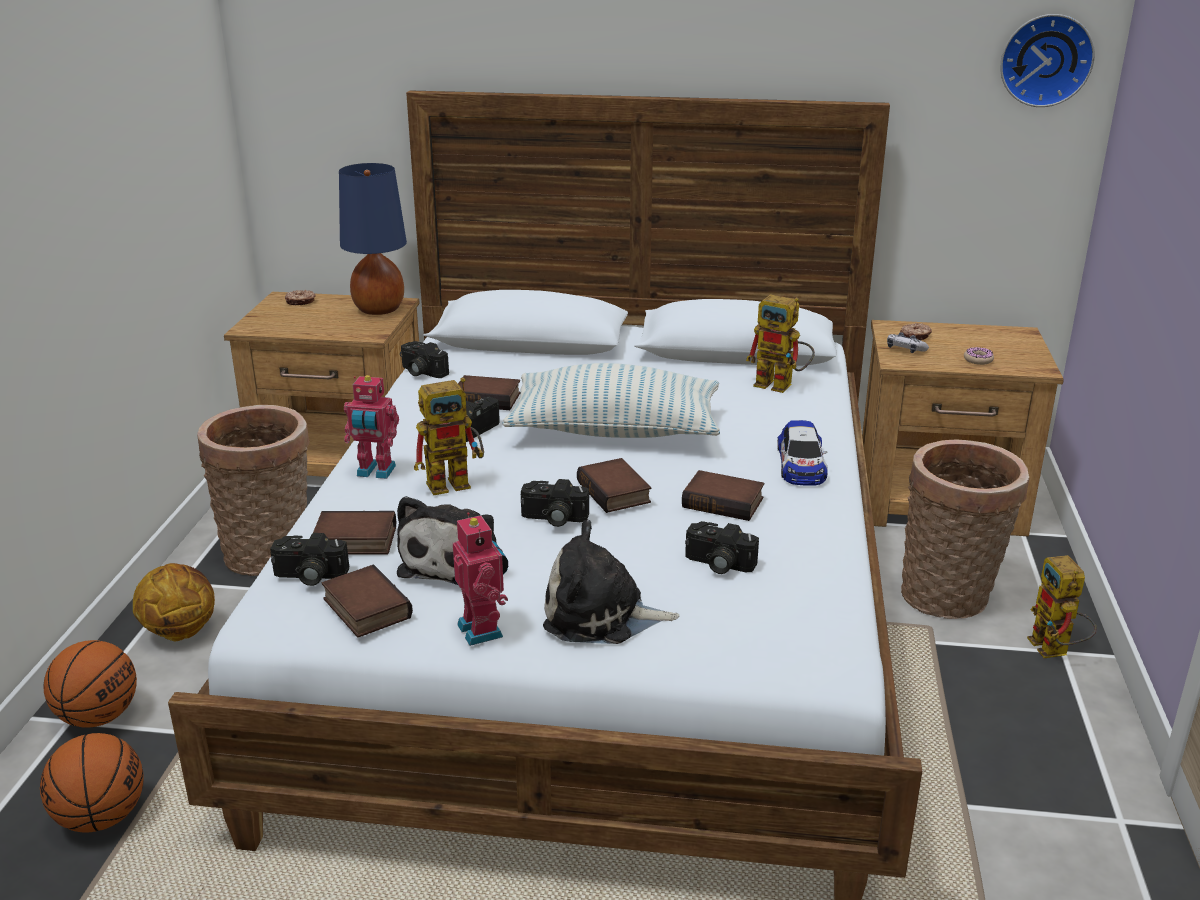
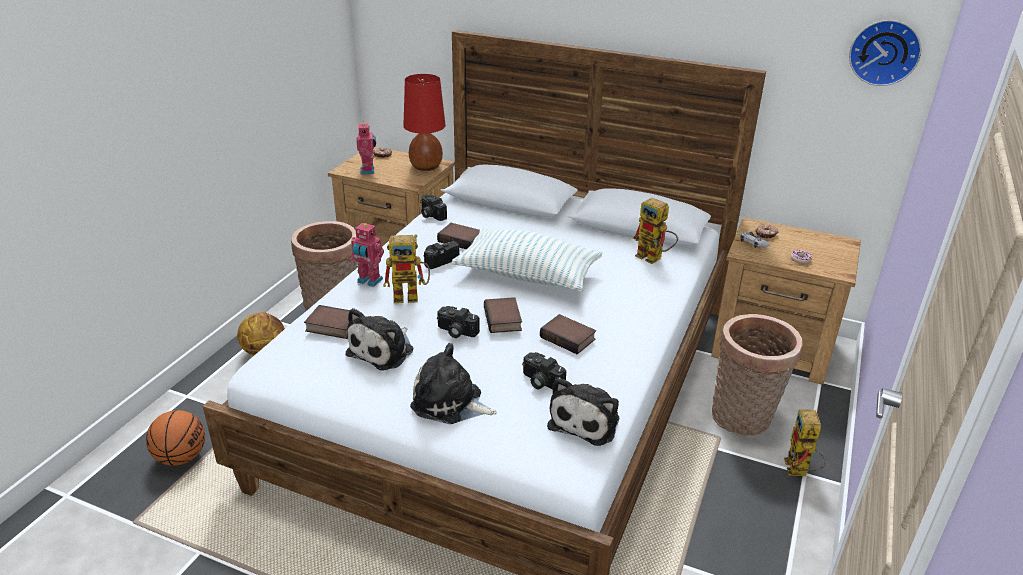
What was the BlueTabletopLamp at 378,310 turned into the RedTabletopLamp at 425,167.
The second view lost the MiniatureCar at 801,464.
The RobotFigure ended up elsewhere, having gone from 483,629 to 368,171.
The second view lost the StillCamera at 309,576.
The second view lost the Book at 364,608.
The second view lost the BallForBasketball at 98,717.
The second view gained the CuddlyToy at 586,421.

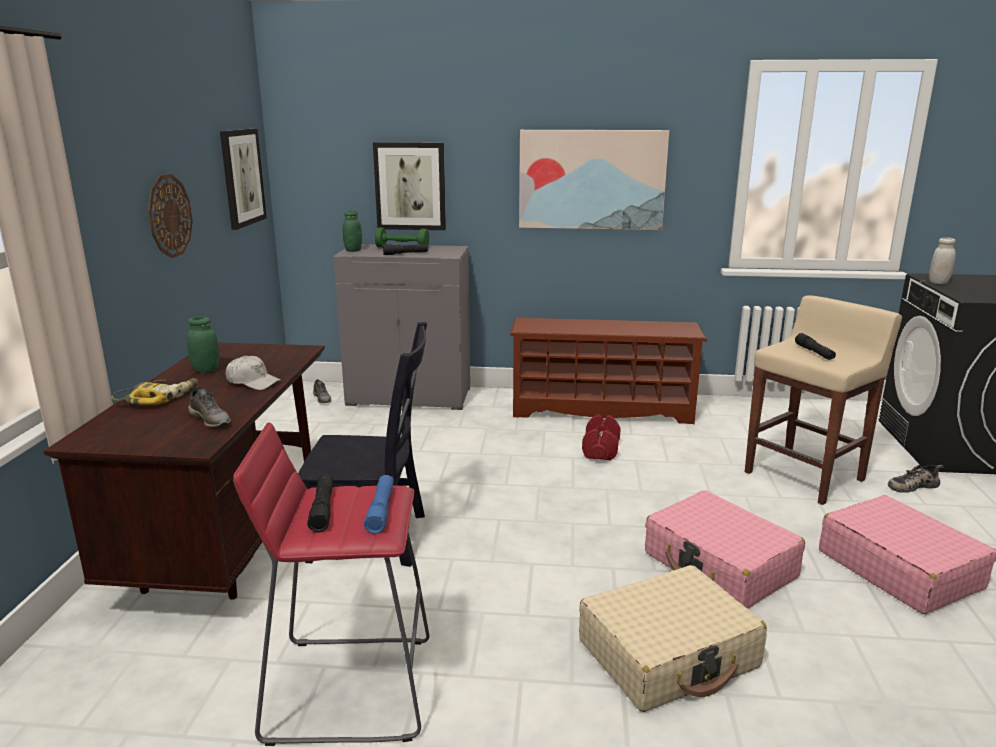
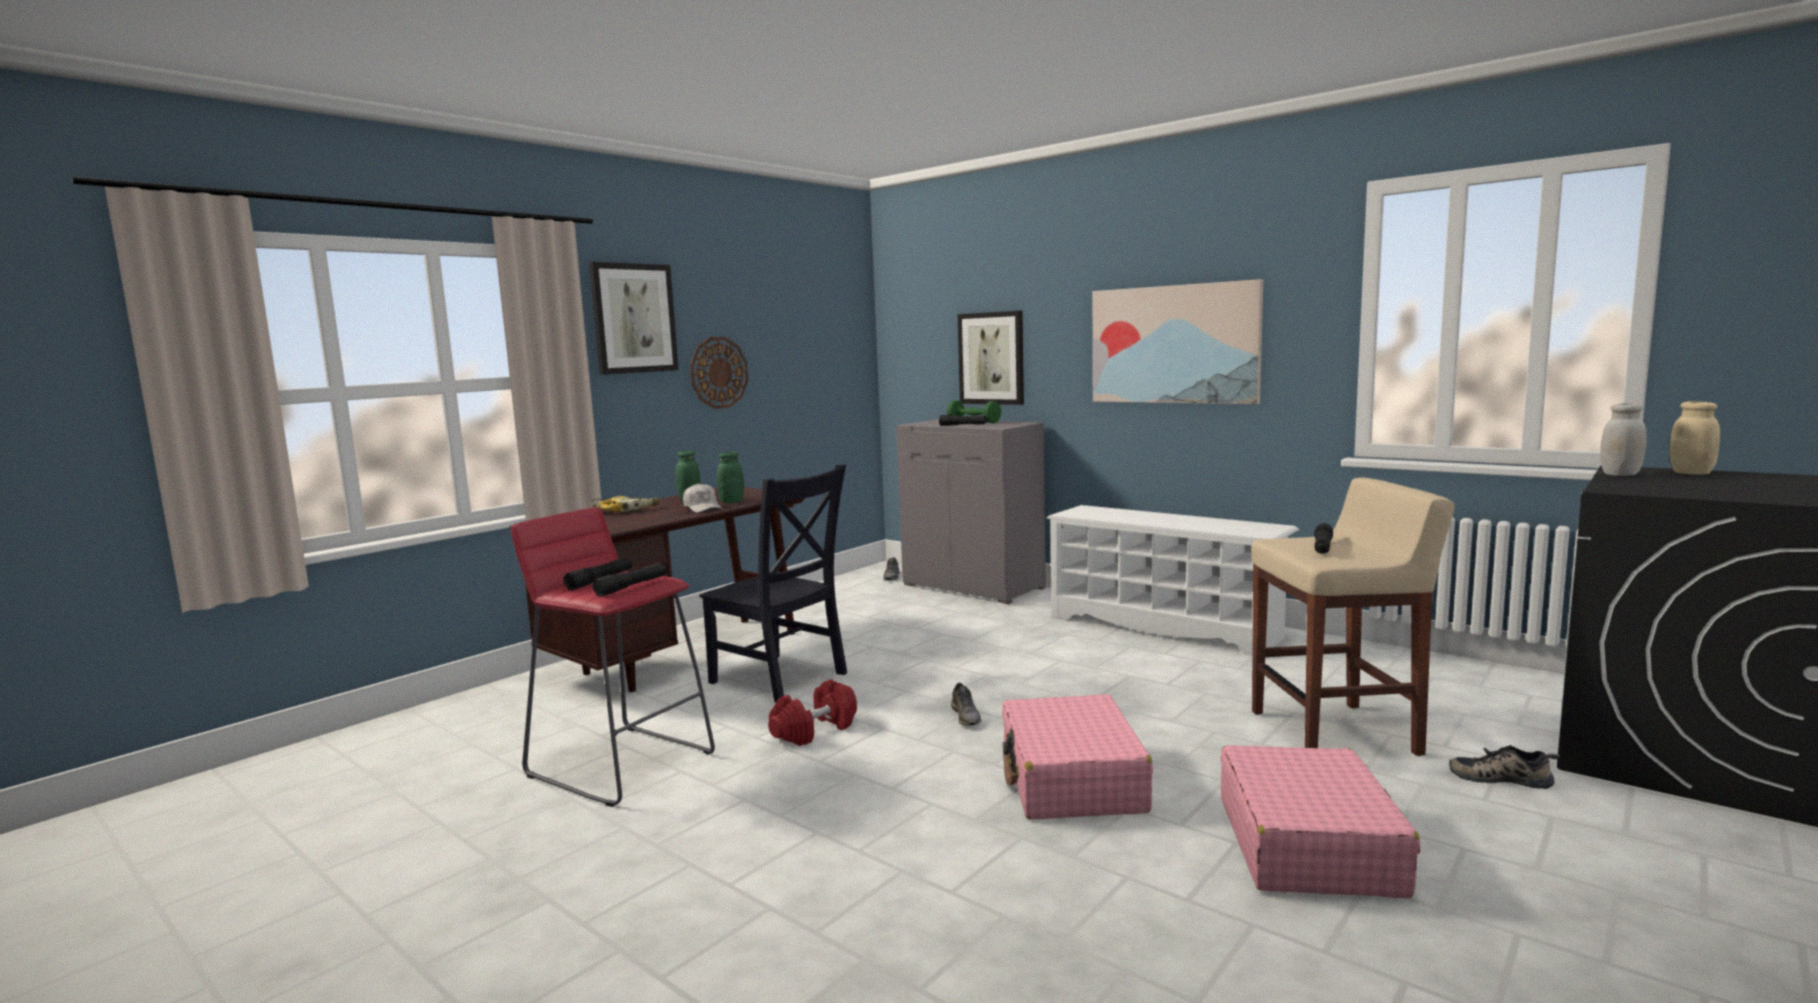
The Picture ended up elsewhere, having gone from 242,177 to 633,318.
The GreenPreserveJar ended up elsewhere, having gone from 353,250 to 731,502.
What was the BrownColouredShoeStand at 602,410 turned into the WhiteColouredShoeStand at 1165,627.
The GrayShoe ended up elsewhere, having gone from 211,419 to 966,716.
The RedHandWeight ended up elsewhere, having gone from 601,450 to 814,731.
What was the BlueHandTorch at 381,510 turned into the BlackishHandTorch at 631,586.
The second view lost the SandColouredSuitcase at 668,654.
The second view gained the SandColouredPreserveJar at 1691,473.

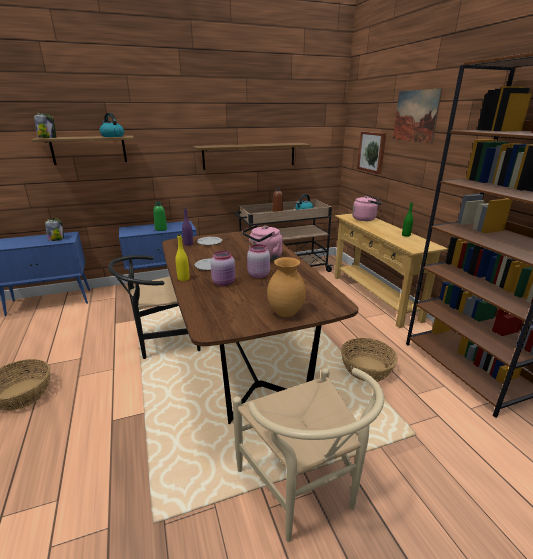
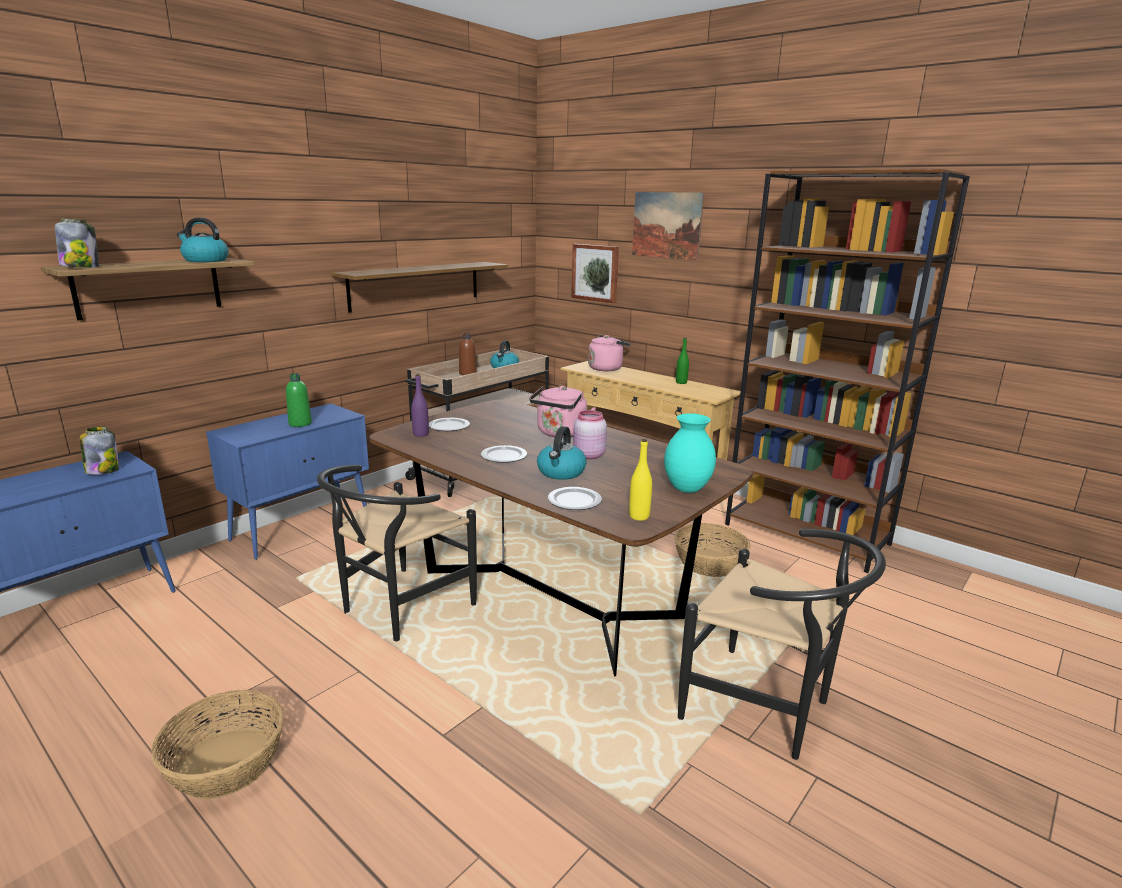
The YellowBottle ended up elsewhere, having gone from 183,279 to 639,516.
Where the PinkishPreserveJar stood at 224,283, the Kettle came to stand at 561,472.
What was the BrownColouredDecorativeVase at 285,313 turned into the BlueGreenDecorativeVase at 687,489.
What was the SandColouredChair at 304,492 turned into the BlackishChair at 767,709.
The second view gained the Plate at 574,501.

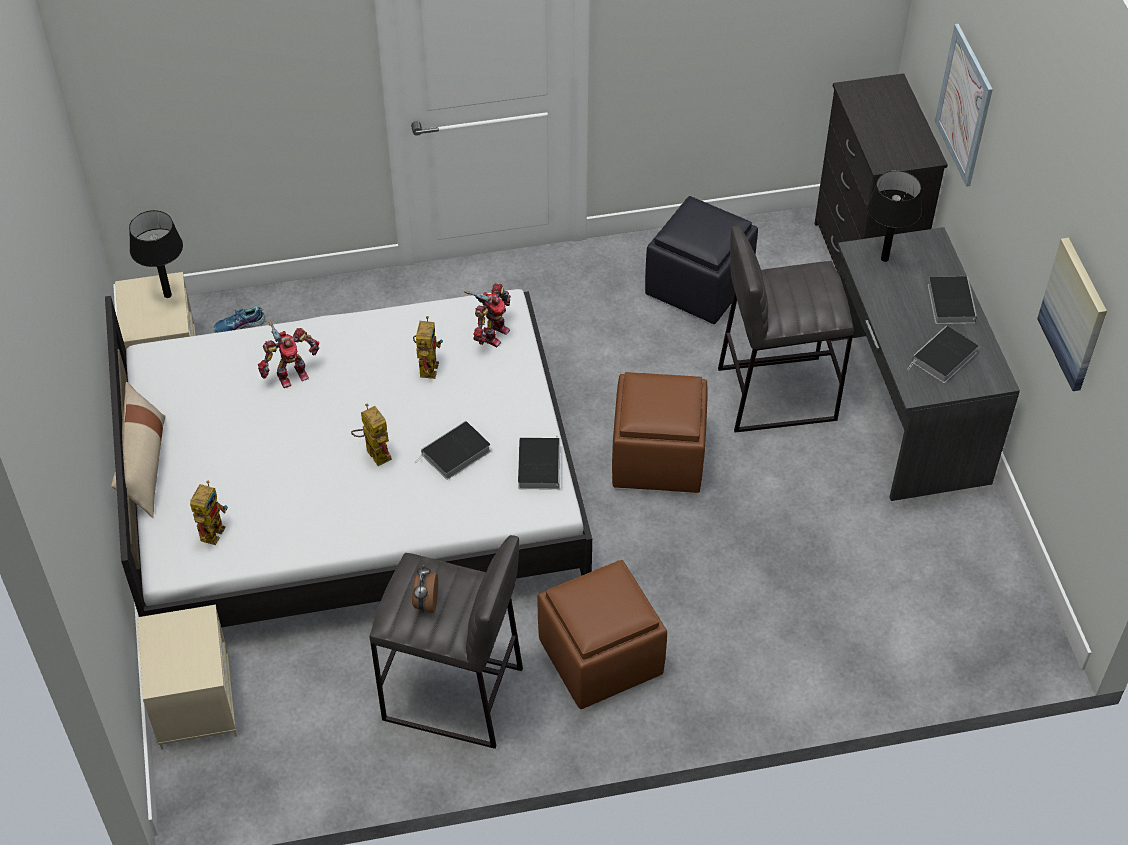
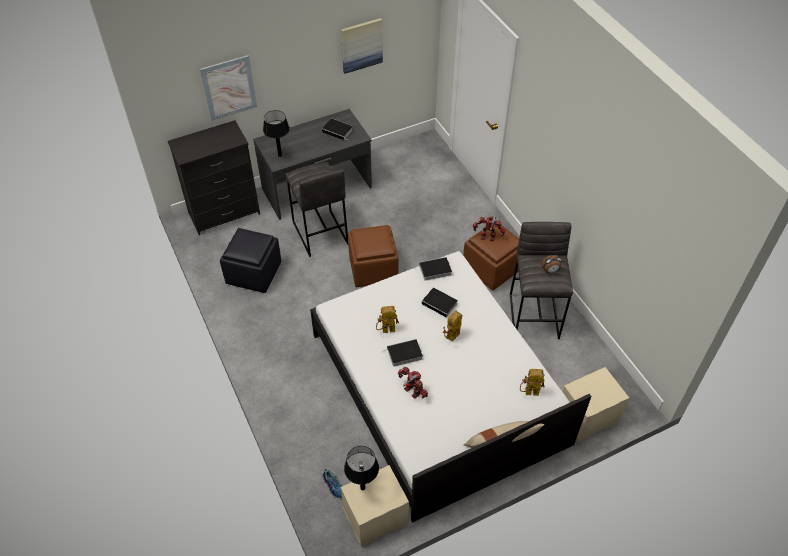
The Book ended up elsewhere, having gone from 950,302 to 403,354.
The RobotFigure ended up elsewhere, having gone from 492,334 to 488,237.

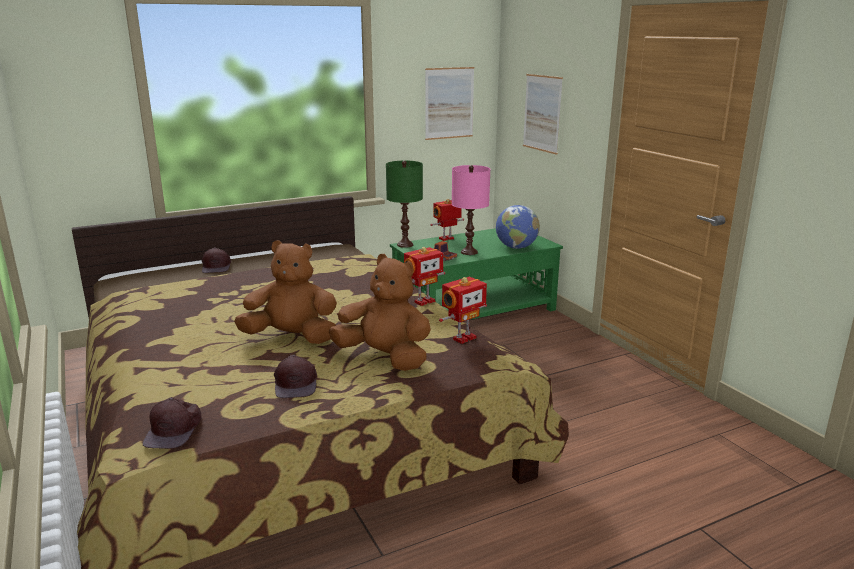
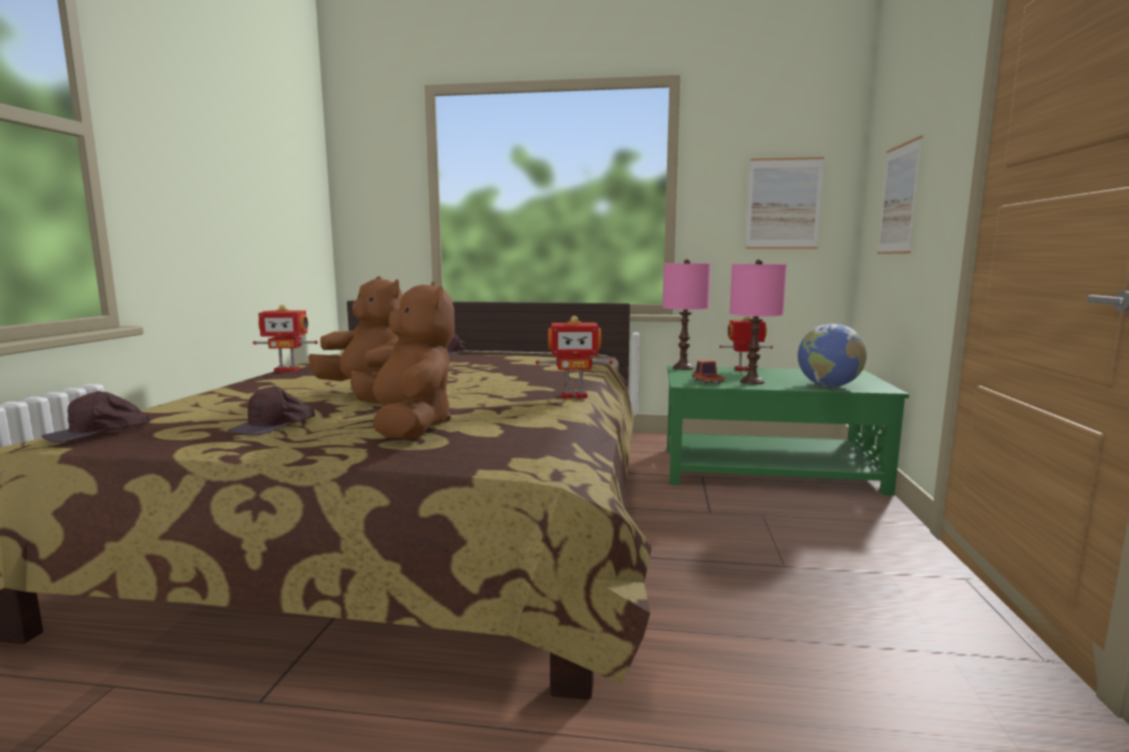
What was the GreenTabletopLamp at 405,245 turned into the PinkishTabletopLamp at 683,368.
The RobotFigure ended up elsewhere, having gone from 463,338 to 287,370.

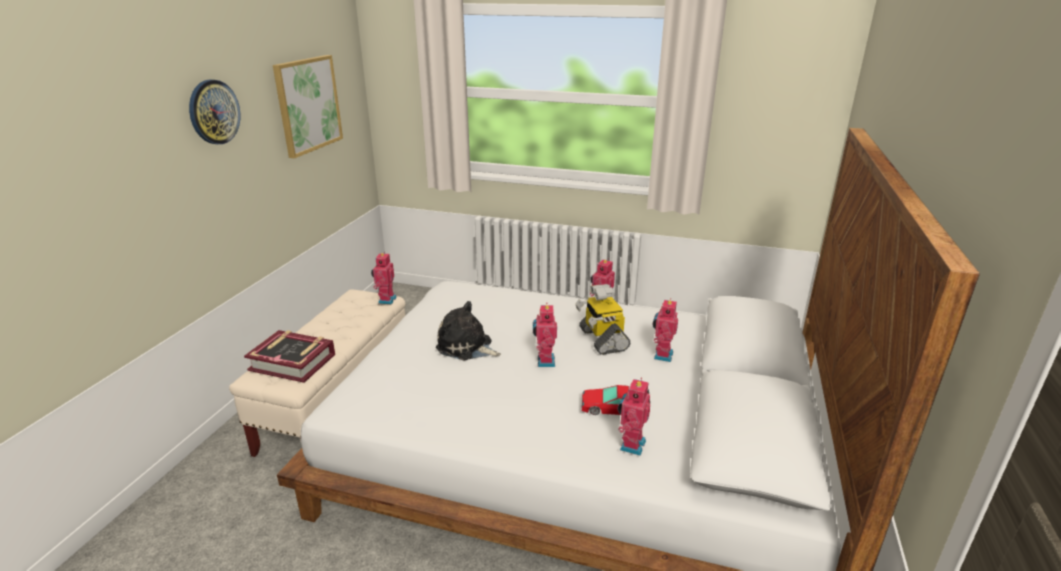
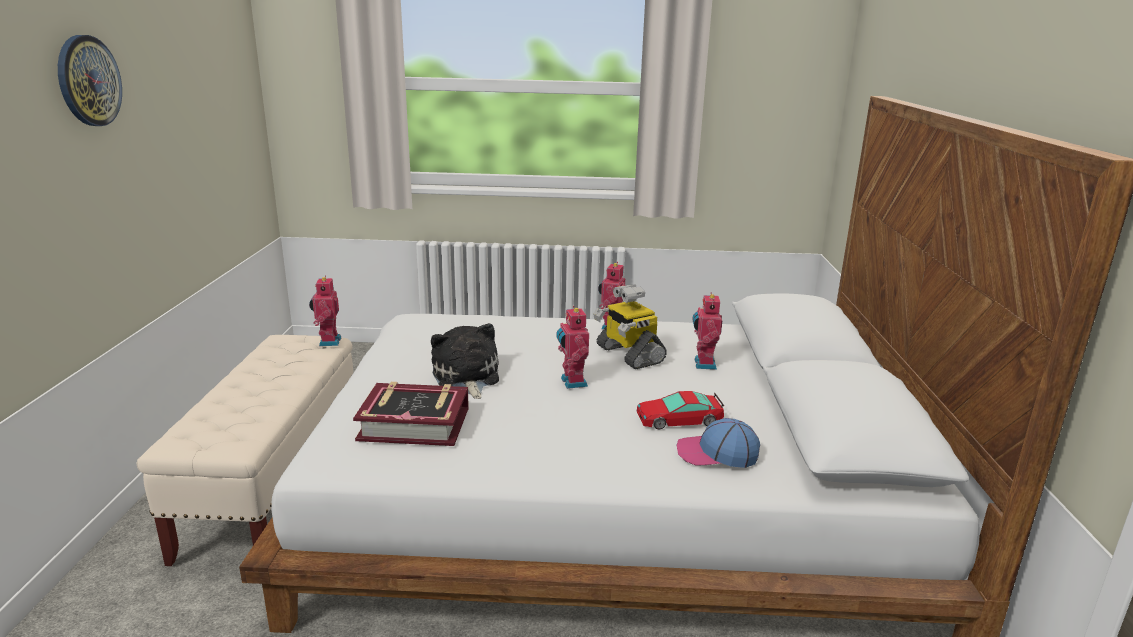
The second view lost the Picture at 308,105.
The CuddlyToy at 467,347 ended up facing another way, 60 degrees clockwise from before.
The Book ended up elsewhere, having gone from 293,362 to 414,424.
Where the RobotFigure stood at 630,445, the BaseballCap came to stand at 716,453.

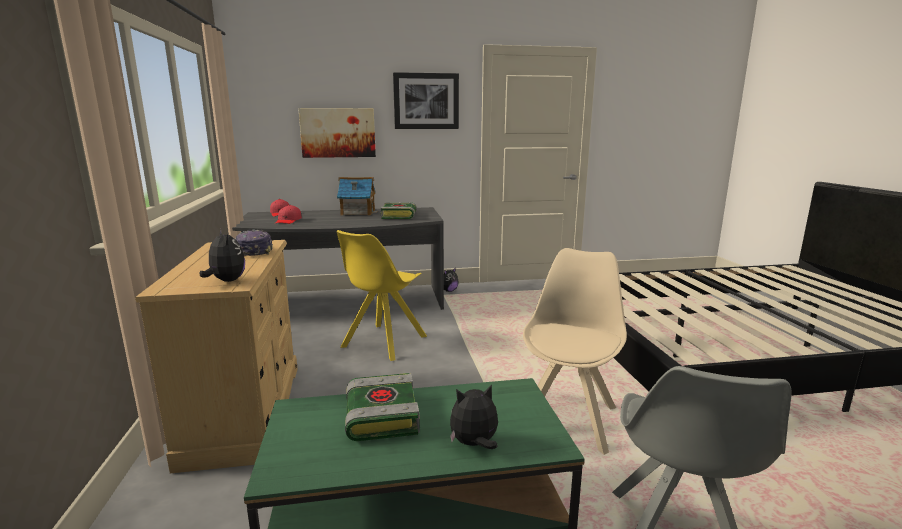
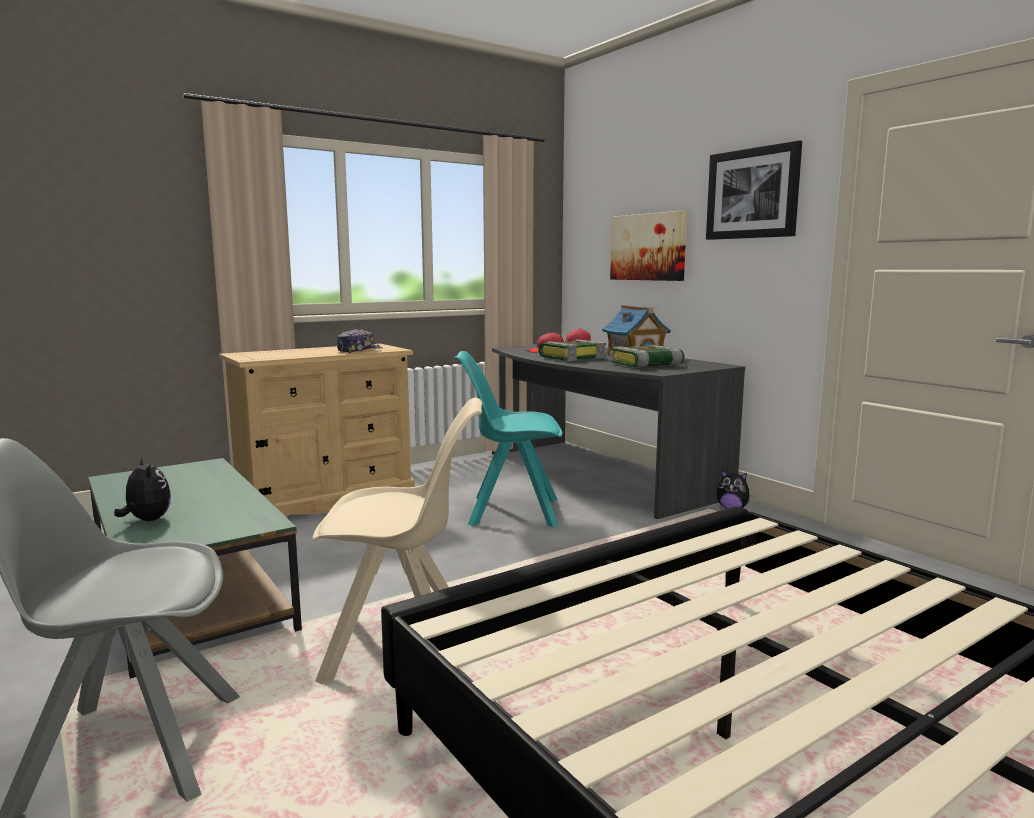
The second view lost the CuddlyToy at 226,281.
What was the YellowChair at 382,342 turned into the BlueGreenChair at 511,512.
The Book ended up elsewhere, having gone from 380,415 to 572,358.

